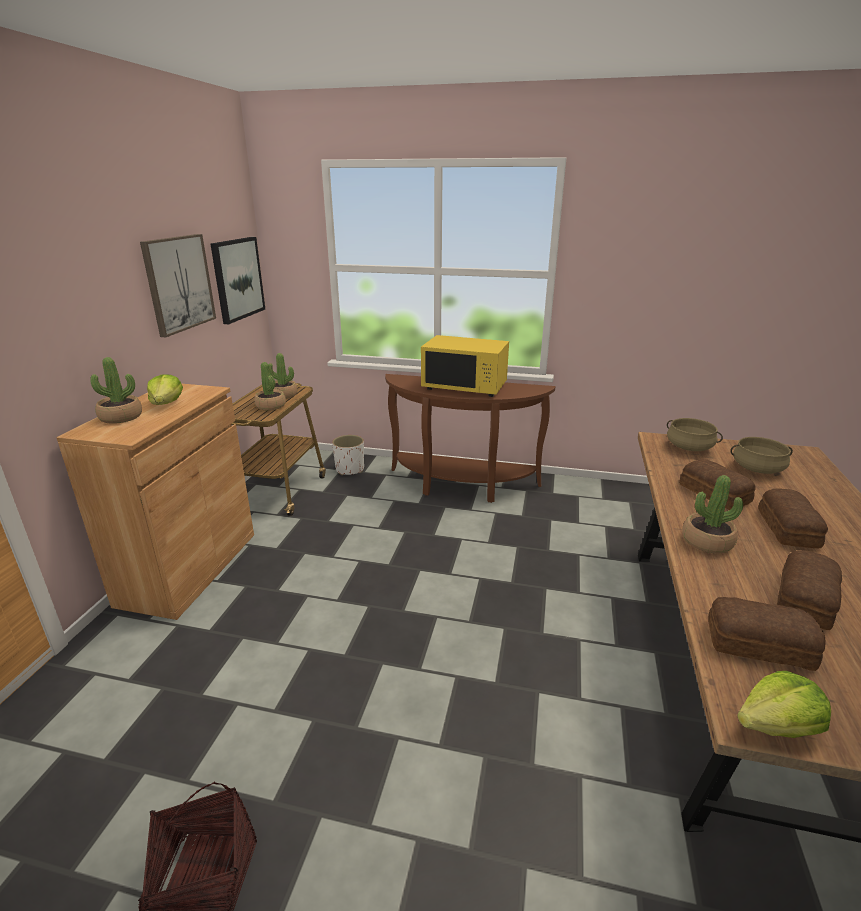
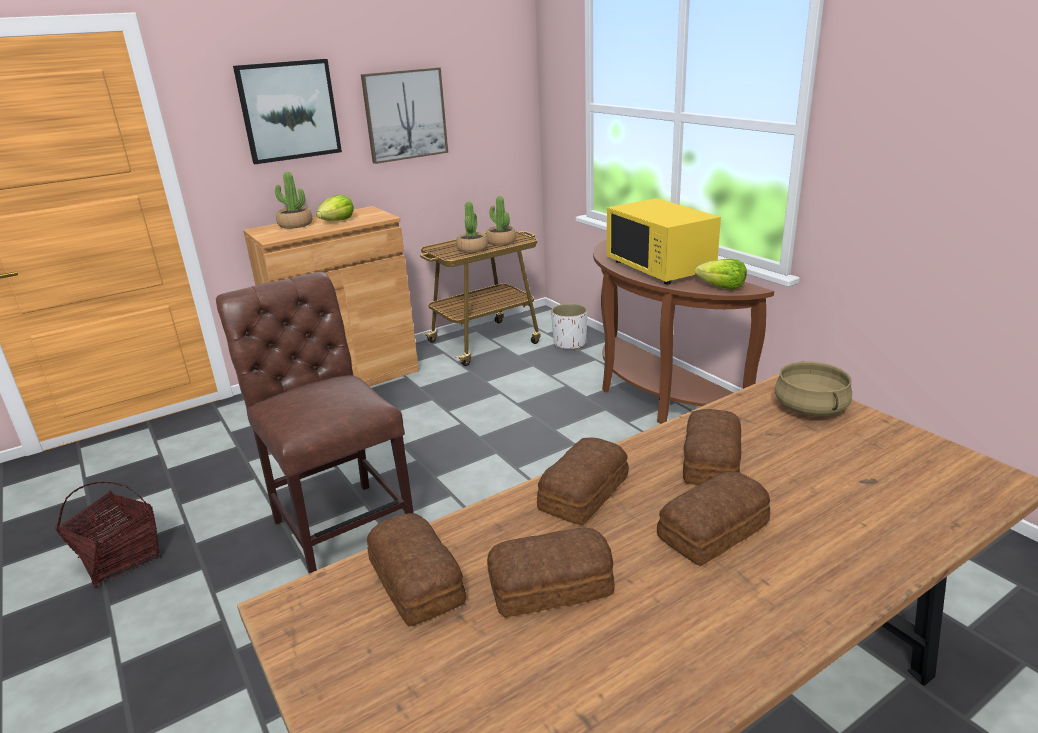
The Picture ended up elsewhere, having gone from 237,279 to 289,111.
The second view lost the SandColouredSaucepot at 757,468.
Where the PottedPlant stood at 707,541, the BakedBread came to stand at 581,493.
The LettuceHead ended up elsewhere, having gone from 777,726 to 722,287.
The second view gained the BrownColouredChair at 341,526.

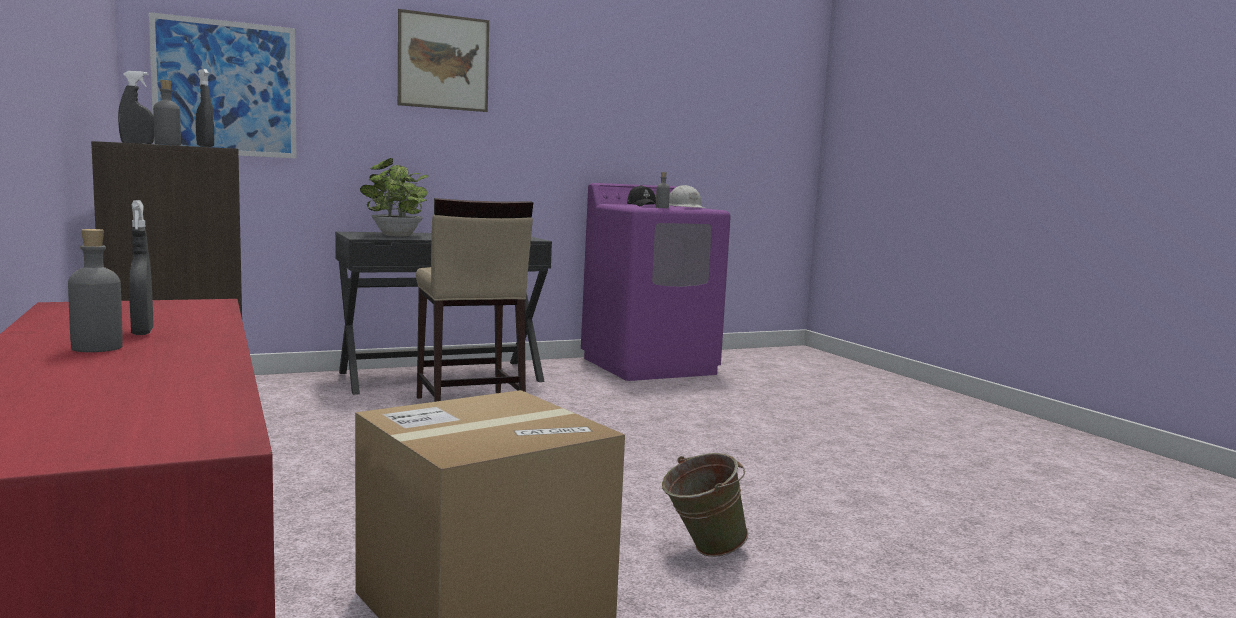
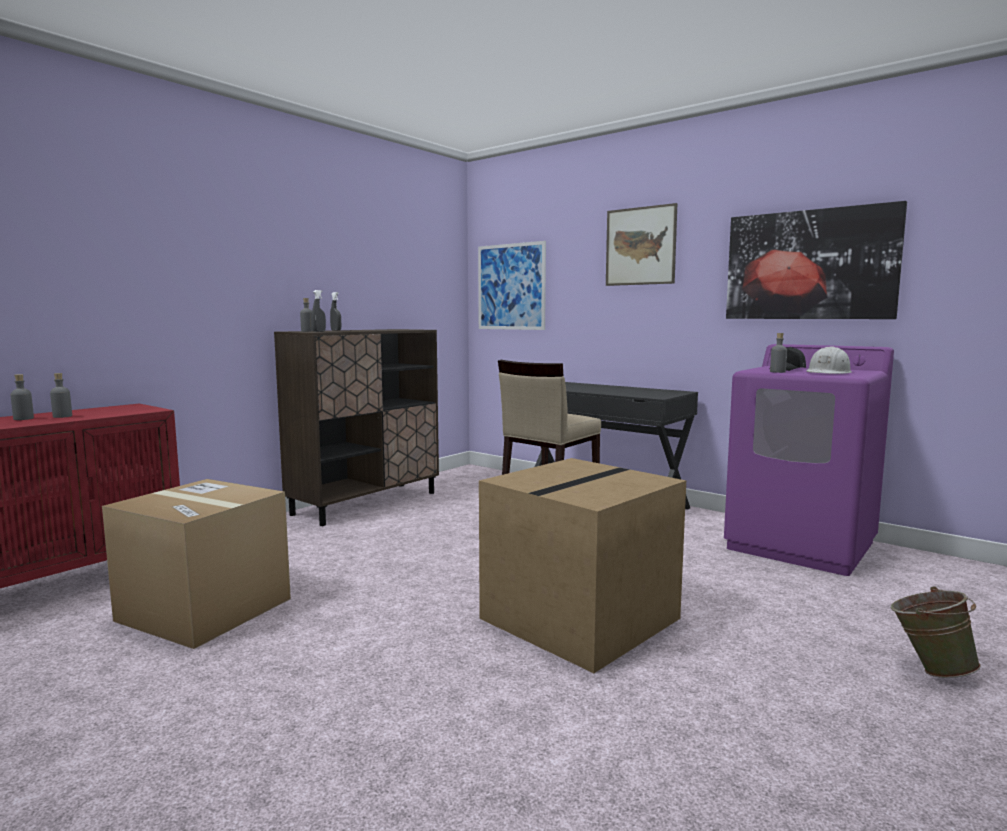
The second view lost the PottedPlant at 396,236.
Where the GrayHandSprayer stood at 142,332, the GrayBottle came to stand at 62,416.
The GreenBucket ended up elsewhere, having gone from 701,551 to 929,669.
The second view gained the Picture at 809,265.
The second view gained the PackingBox at 580,620.

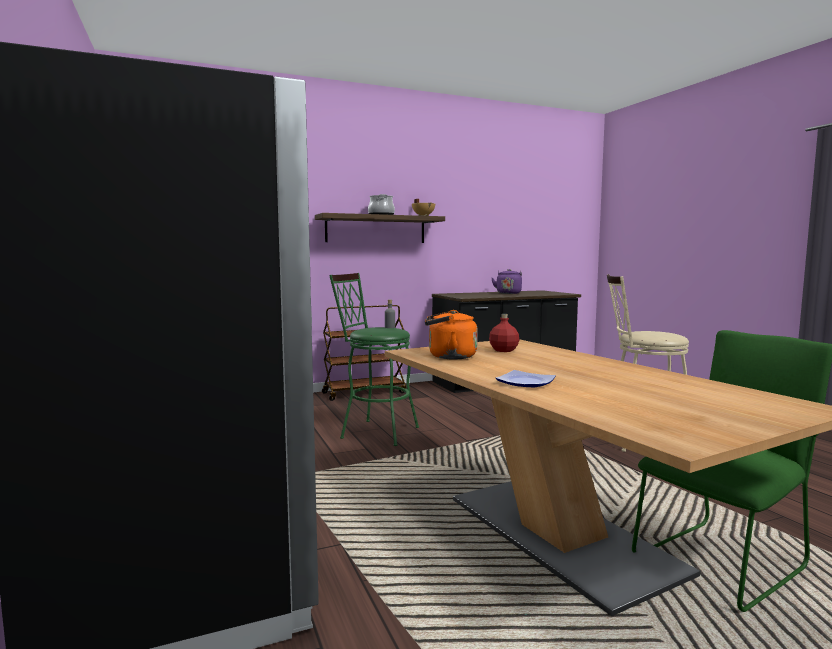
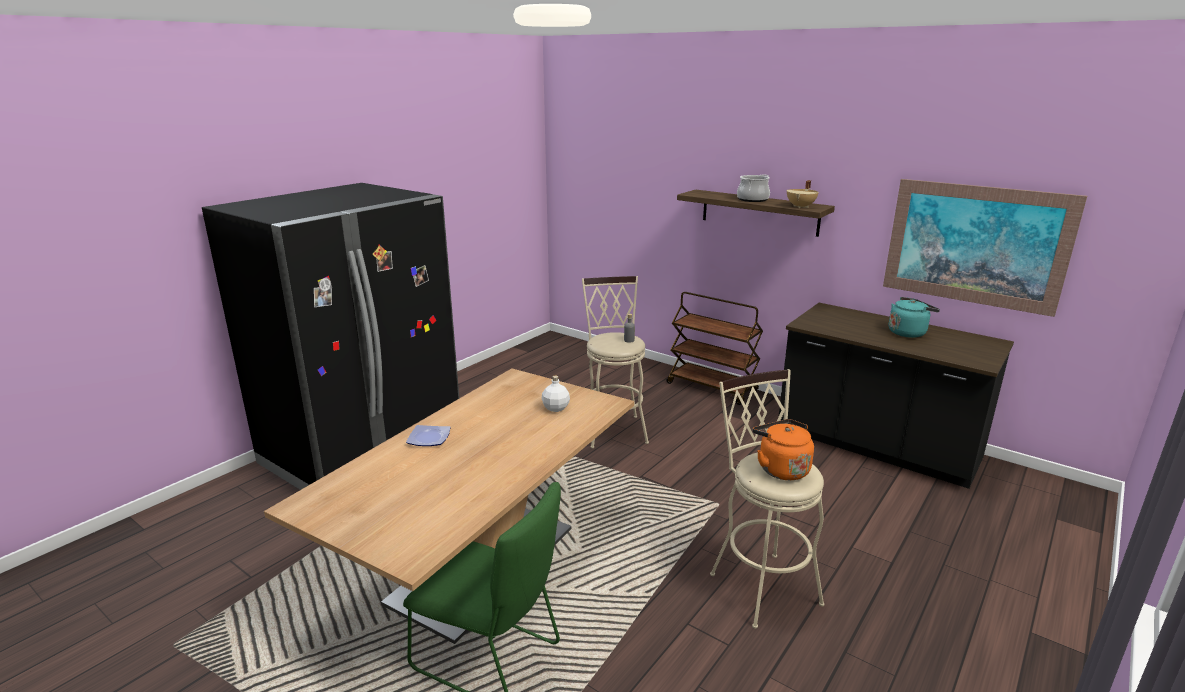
What was the PurpleColouredKettle at 508,293 turned into the BlueGreenKettle at 908,332.
What was the GreenSittingStool at 374,431 turned into the SandColouredSittingStool at 613,428.
The OrangeKettle ended up elsewhere, having gone from 449,357 to 780,468.
What was the RedBottle at 504,350 turned into the WhiteColouredBottle at 556,408.
The second view gained the Picture at 975,245.

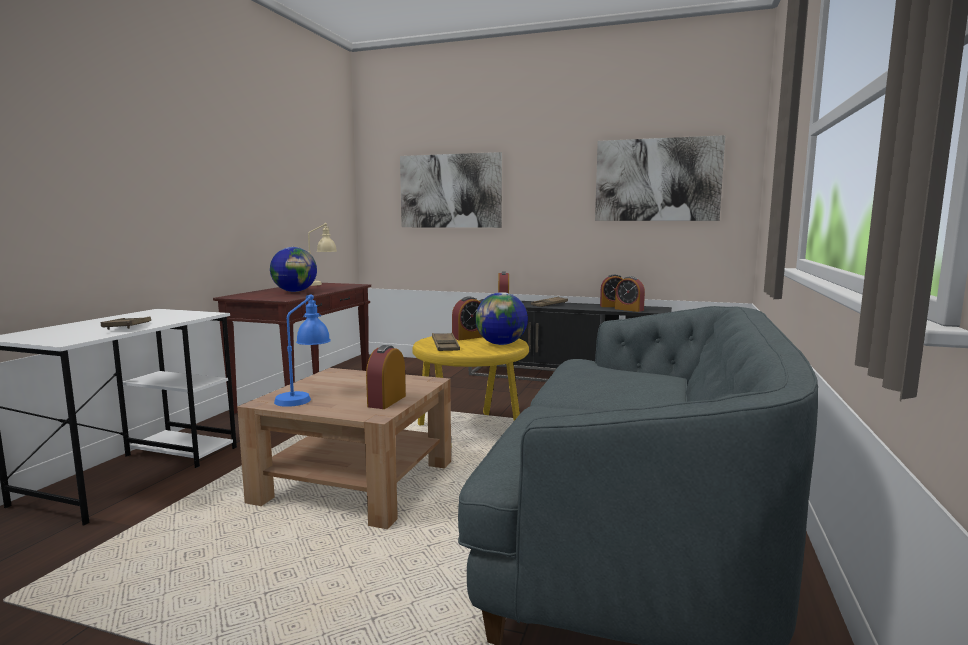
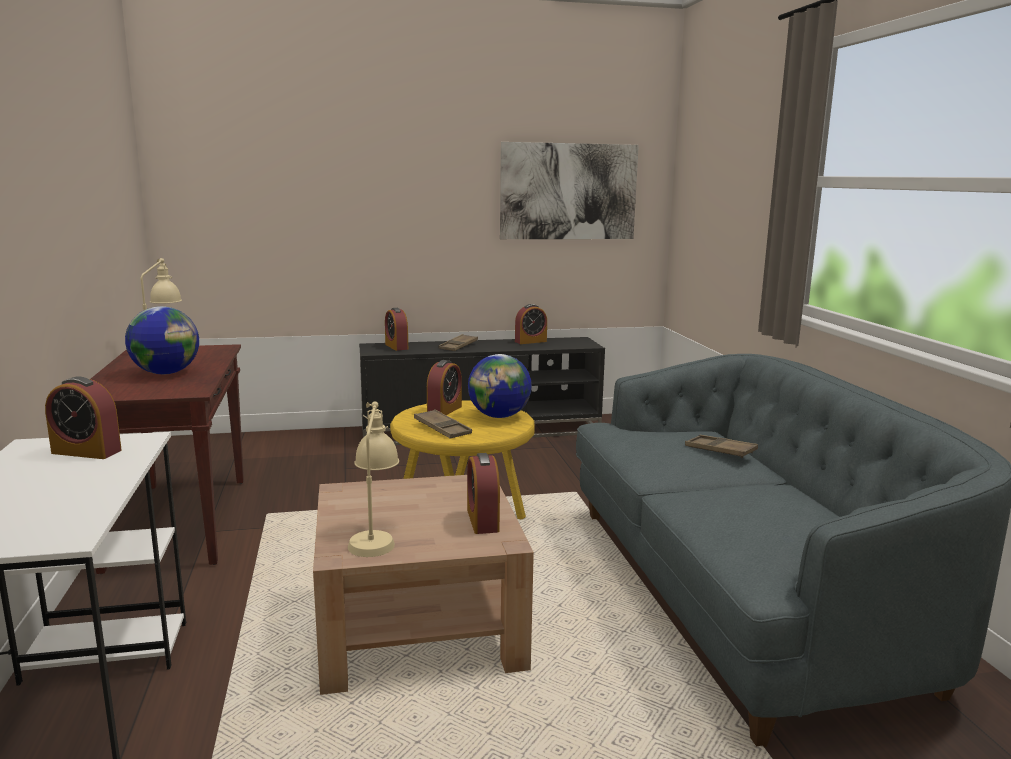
The second view lost the Picture at 450,191.
The BedsideClock ended up elsewhere, having gone from 629,309 to 86,452.
What was the BlueTabletopLamp at 304,397 turned into the SandColouredTabletopLamp at 374,536.
The BrownColouredServingTray ended up elsewhere, having gone from 127,327 to 720,451.

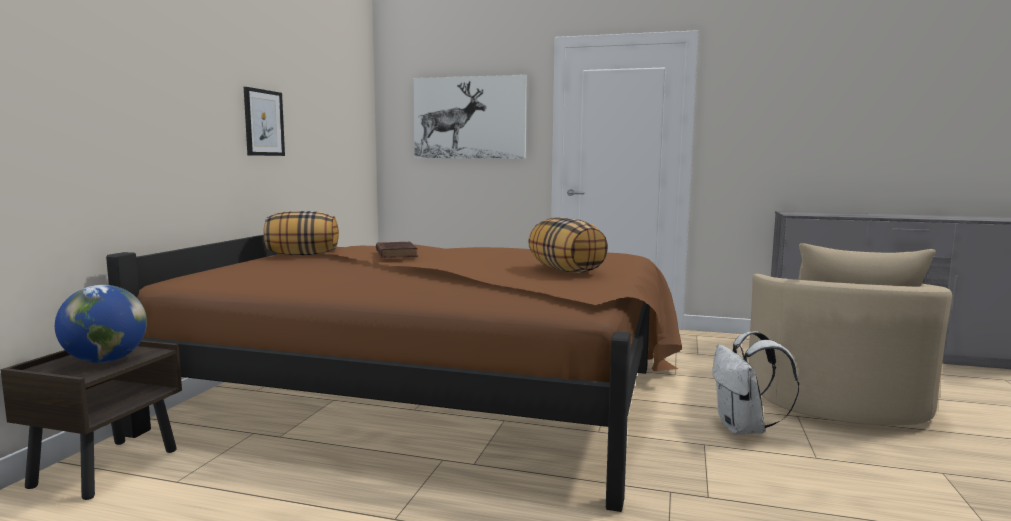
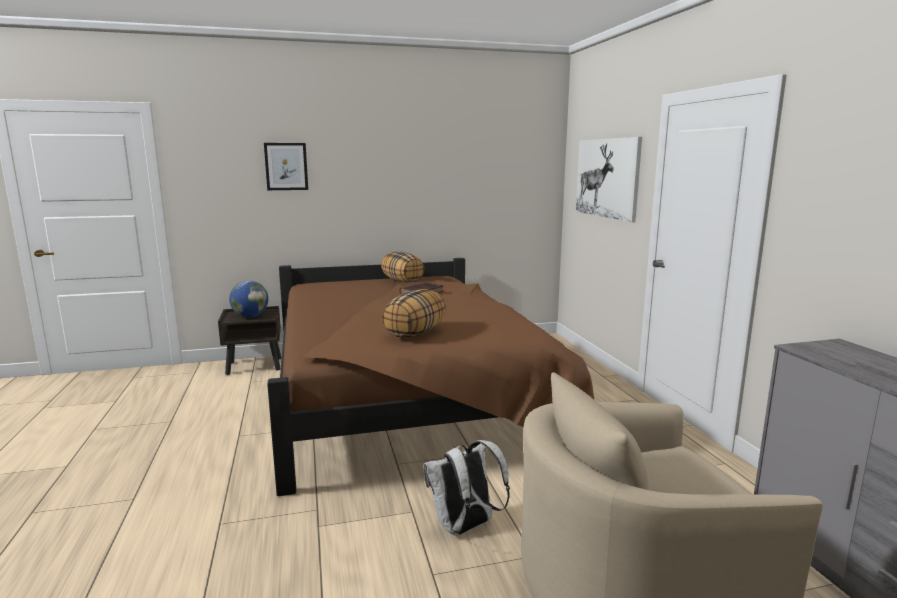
The Picture ended up elsewhere, having gone from 263,123 to 286,166.

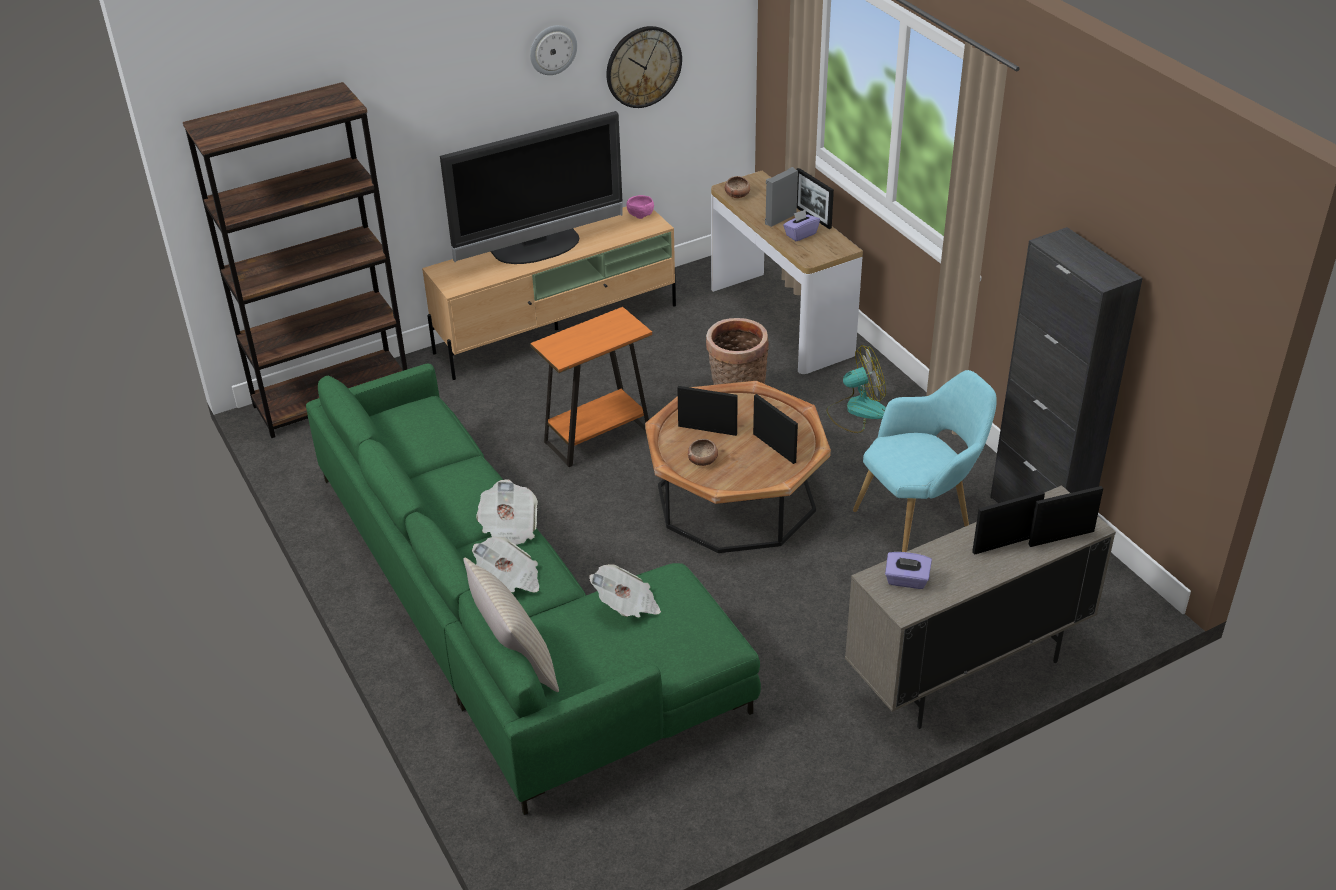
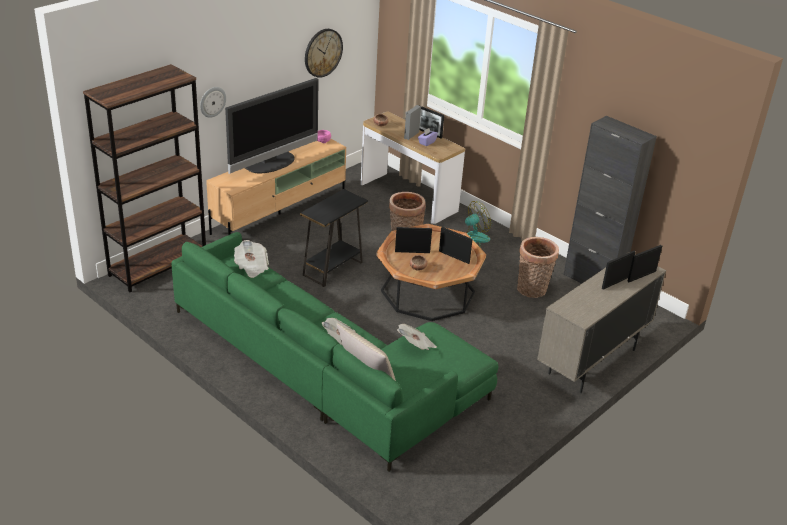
The ClockOnTheWall ended up elsewhere, having gone from 552,49 to 212,101.
What was the OrangeSideTable at 597,436 turned into the BlackishSideTable at 332,269.
Where the BlueGreenLoungeChair stood at 920,520, the HouseholdBasket came to stand at 532,290.
The PrintedPaper ended up elsewhere, having gone from 508,529 to 251,267.
The second view lost the PurpleColouredBoxOfTissues at 906,580.

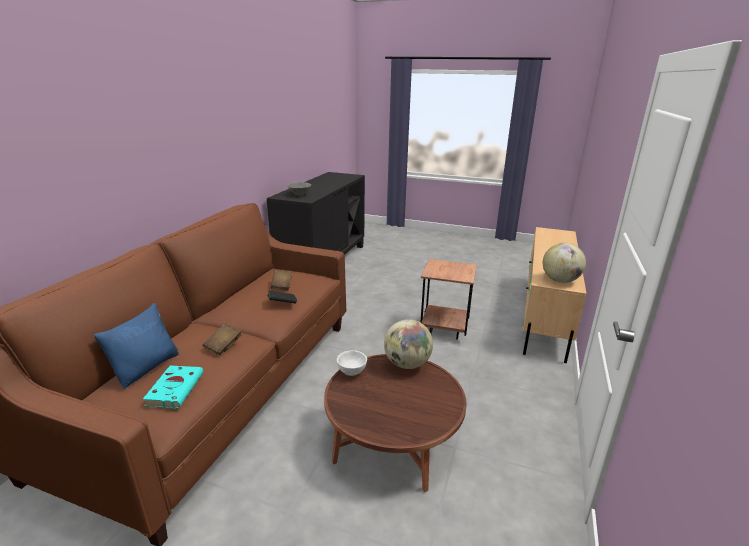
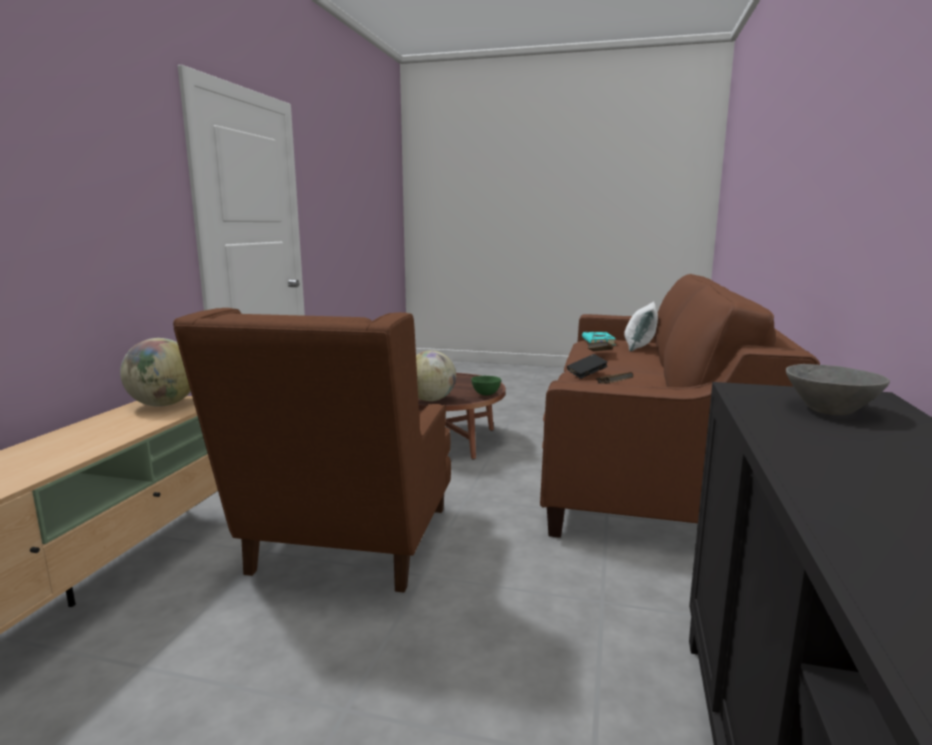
Where the BrownColouredSideTable stood at 444,329, the BrownColouredLoungeChair came to stand at 346,549.
What was the BlueCushion at 146,368 turned into the WhiteColouredCushion at 640,347.
What was the WhiteColouredBowl at 352,372 turned into the GreenBowl at 485,394.

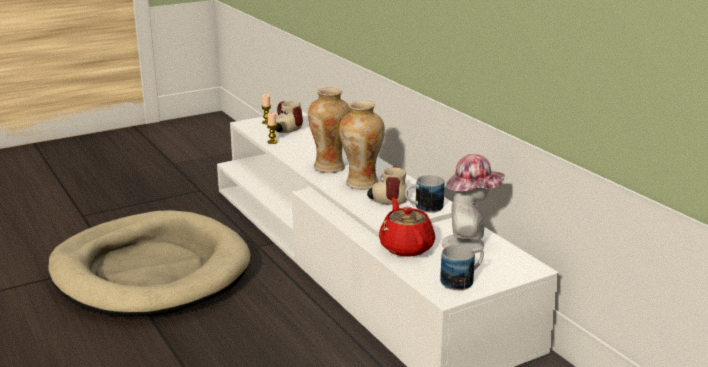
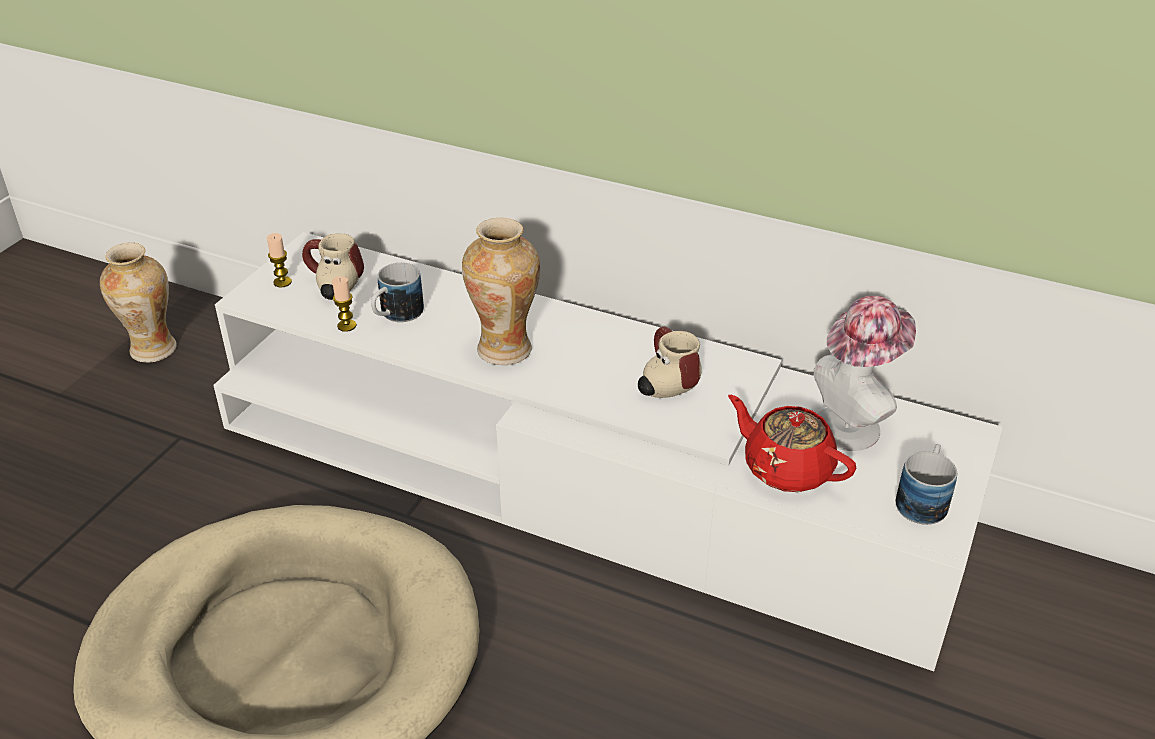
The DecorativeVase ended up elsewhere, having gone from 361,184 to 152,350.
The Mug ended up elsewhere, having gone from 423,208 to 396,315.

